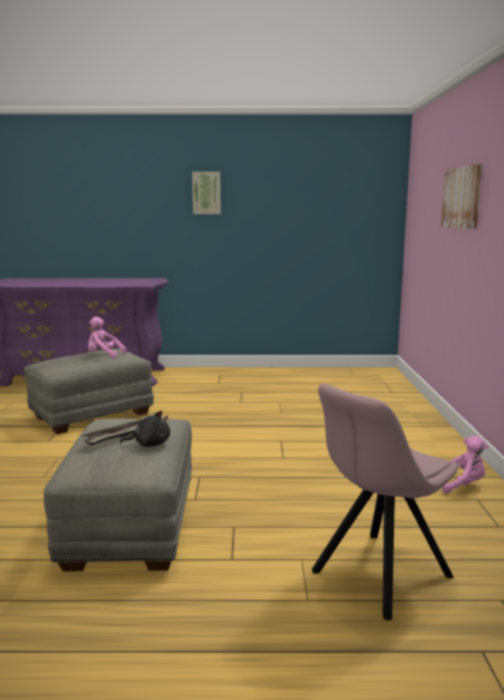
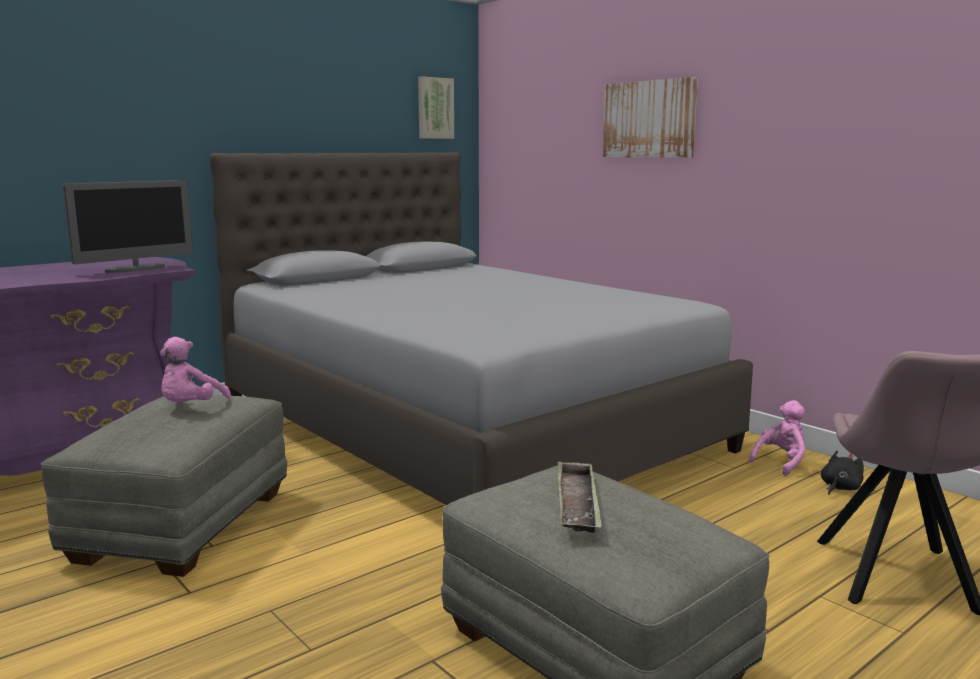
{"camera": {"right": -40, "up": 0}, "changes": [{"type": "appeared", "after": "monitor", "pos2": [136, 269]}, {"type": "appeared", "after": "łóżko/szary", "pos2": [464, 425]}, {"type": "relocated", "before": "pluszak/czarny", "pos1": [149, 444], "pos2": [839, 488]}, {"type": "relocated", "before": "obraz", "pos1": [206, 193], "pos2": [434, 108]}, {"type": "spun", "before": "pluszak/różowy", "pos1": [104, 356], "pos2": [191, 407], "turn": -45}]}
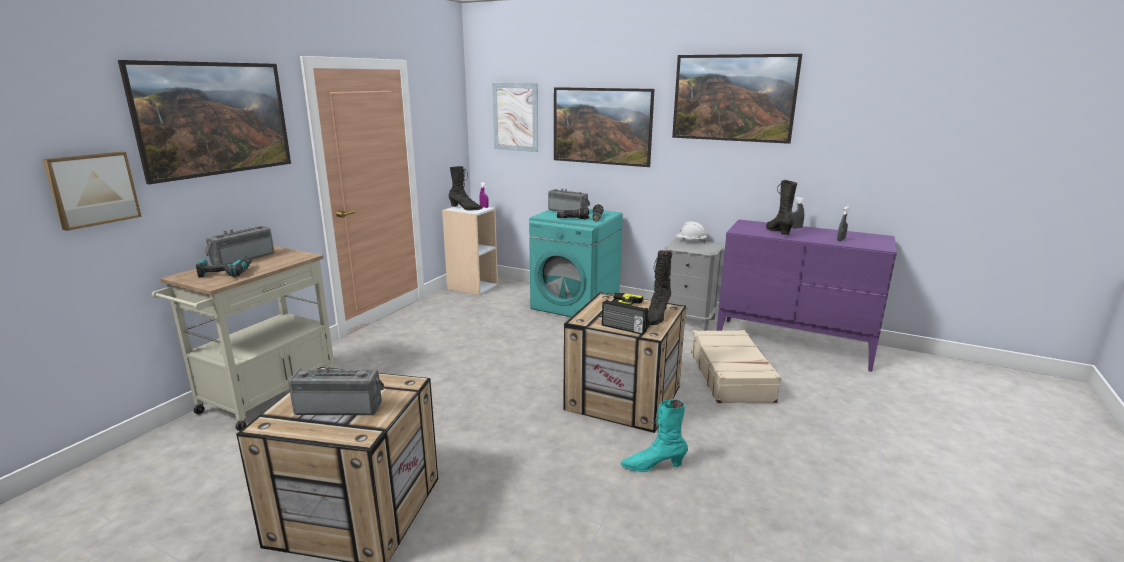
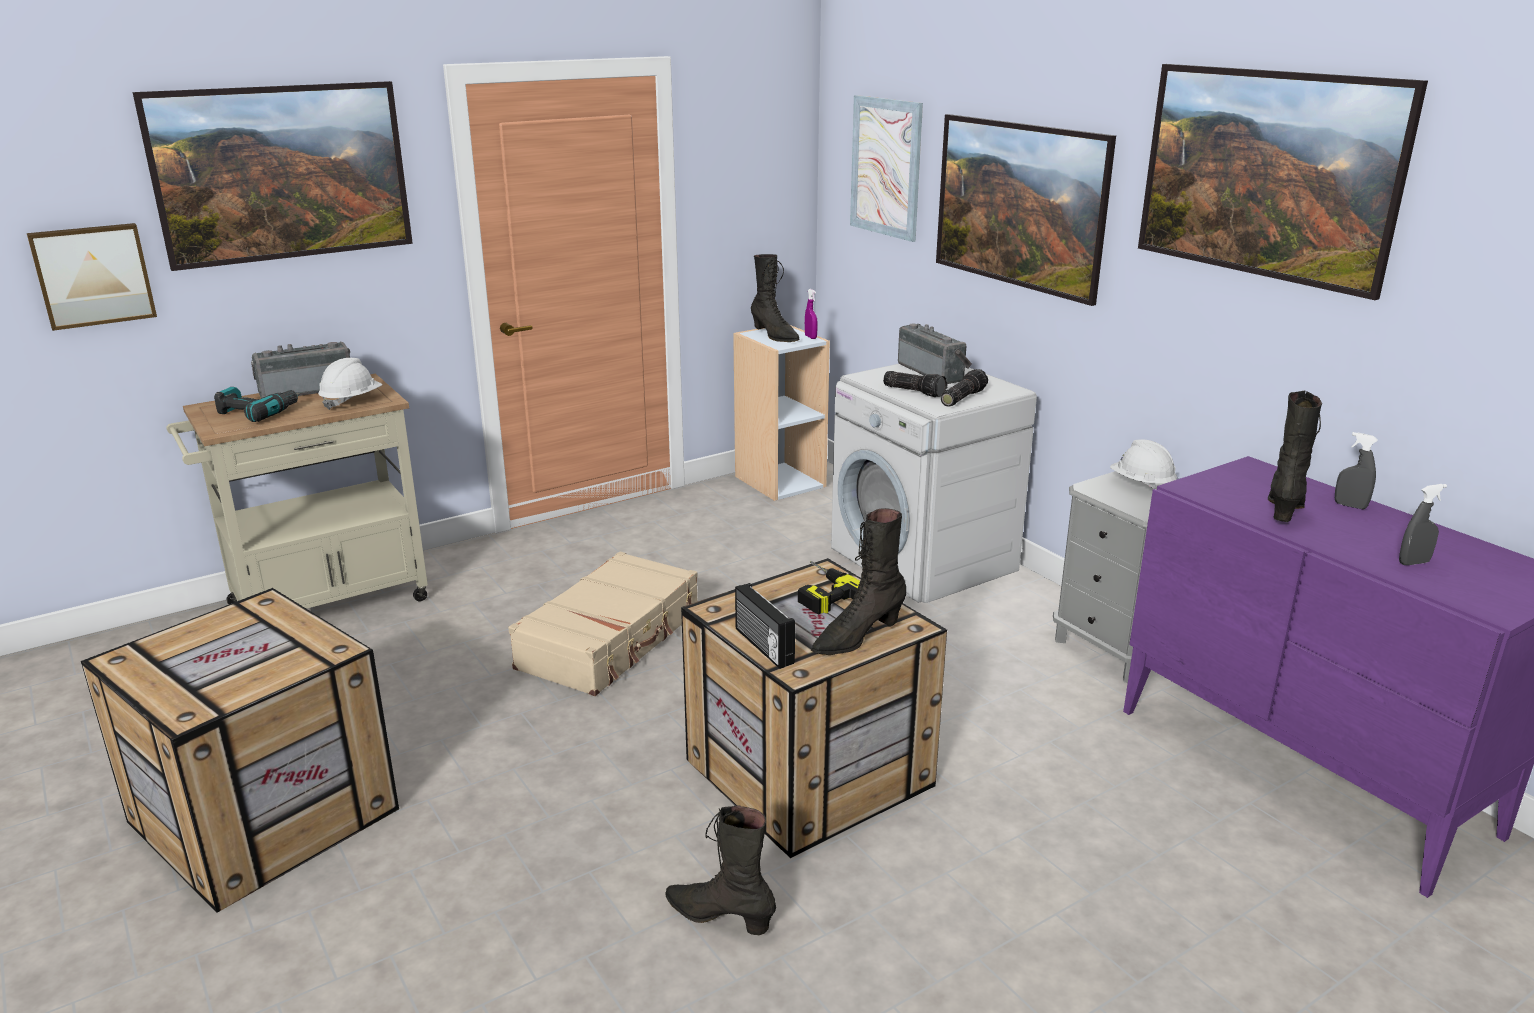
{"camera": {"right": 30, "up": 5}, "changes": [{"type": "missing", "before": "radio", "pos1": [340, 407]}, {"type": "appeared", "after": "kask/biały", "pos2": [351, 401]}, {"type": "relocated", "before": "walizka/beżowy", "pos1": [731, 376], "pos2": [611, 640]}, {"type": "colour", "before": "pralka/turkusowy", "after": "pralka/biały", "pos1": [574, 305], "pos2": [921, 560]}, {"type": "colour", "before": "but z cholewką/turkusowy", "after": "but z cholewką/czarny", "pos1": [653, 466], "pos2": [720, 917]}]}
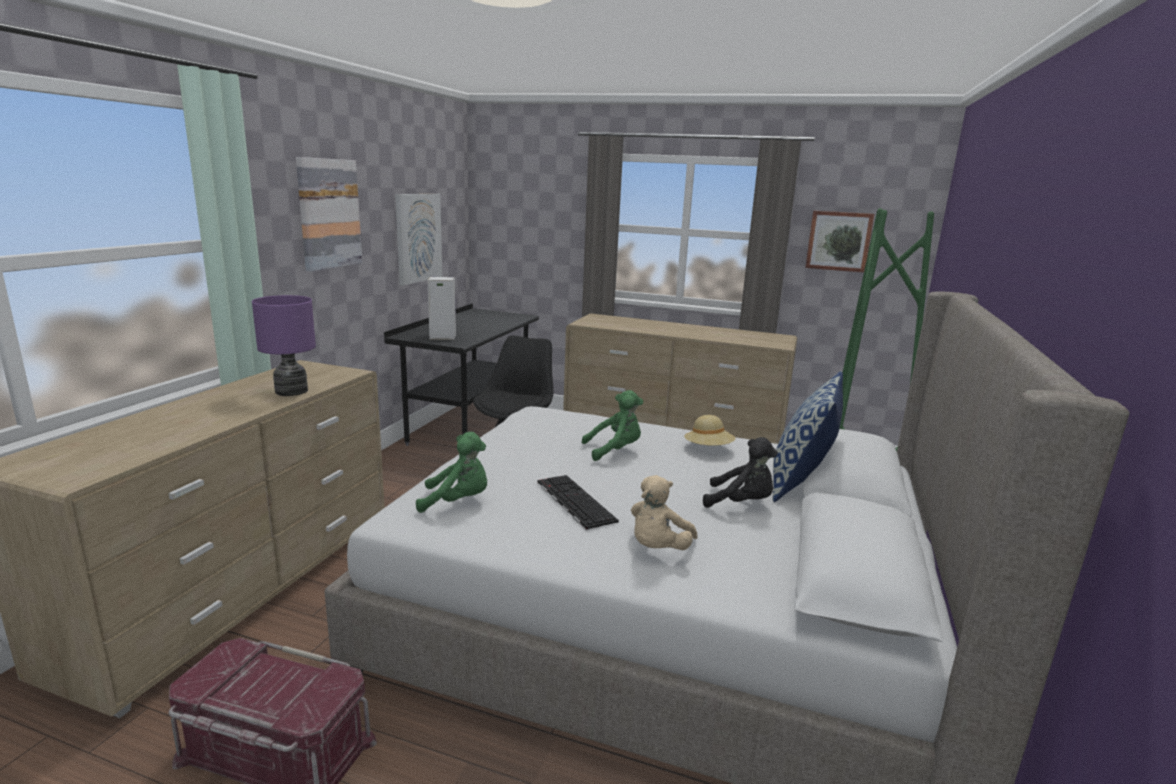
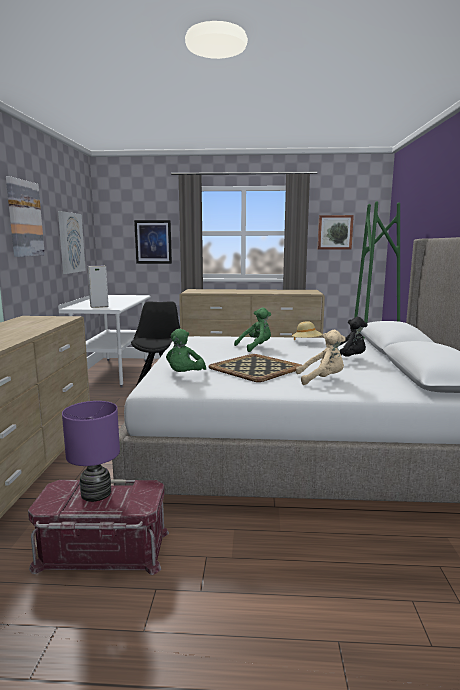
{"camera": {"right": -15, "up": -5}, "changes": [{"type": "missing", "before": "poduszka", "pos1": [800, 483]}, {"type": "appeared", "after": "obraz", "pos2": [153, 242]}, {"type": "relocated", "before": "lampa stołowa/fioletowy", "pos1": [292, 391], "pos2": [96, 493]}, {"type": "exchanged", "before": "klawiatura", "after": "taca", "pos1": [573, 501], "pos2": [254, 368]}, {"type": "colour", "before": "biurko/czarny", "after": "biurko/biały", "pos1": [469, 427], "pos2": [113, 372]}, {"type": "spun", "before": "pluszak/zielony", "pos1": [458, 501], "pos2": [184, 376], "turn": 120}, {"type": "spun", "before": "pluszak/beżowy", "pos1": [658, 548], "pos2": [322, 379], "turn": -105}]}
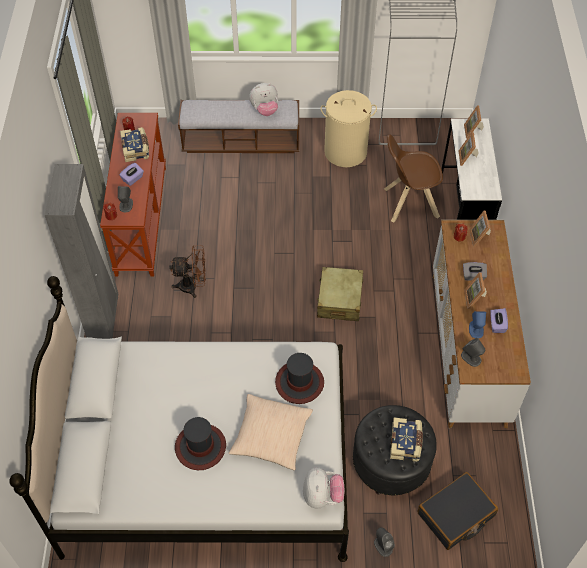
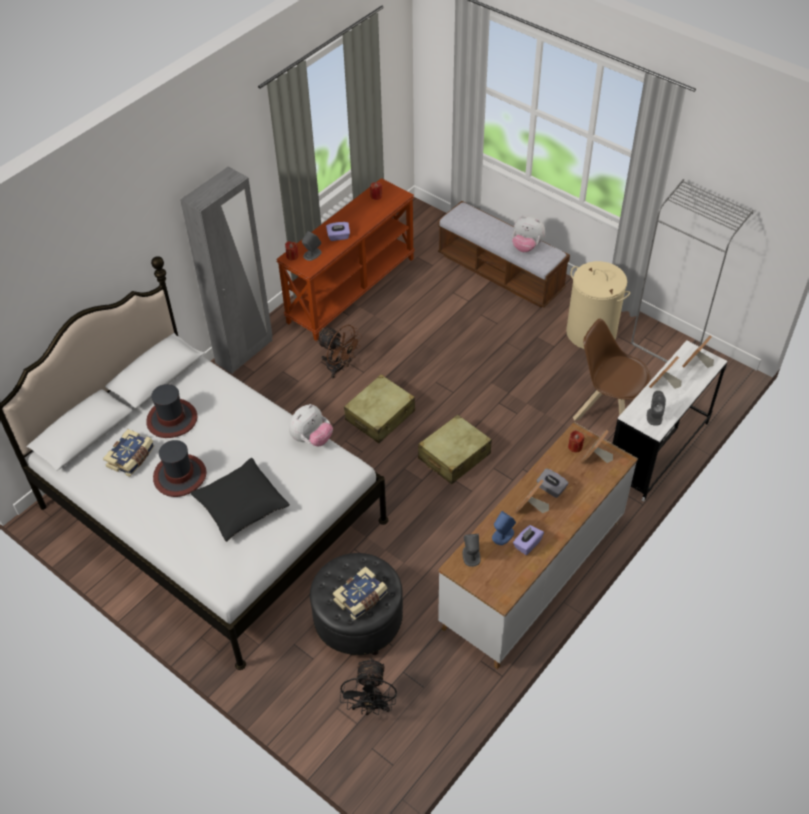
{"camera": {"right": 40, "up": -5}, "changes": [{"type": "appeared", "after": "walizka/beżowy", "pos2": [380, 415]}, {"type": "relocated", "before": "książka", "pos1": [136, 149], "pos2": [132, 458]}, {"type": "relocated", "before": "kapelusz", "pos1": [299, 383], "pos2": [171, 419]}, {"type": "relocated", "before": "pluszak", "pos1": [322, 496], "pos2": [311, 439]}, {"type": "relocated", "before": "głośnik/szary", "pos1": [383, 546], "pos2": [654, 416]}, {"type": "exchanged", "before": "walizka/czarny", "after": "wentylator/czarny", "pos1": [456, 515], "pos2": [371, 706]}, {"type": "colour", "before": "poduszka/beżowy", "after": "poduszka/czarny", "pos1": [271, 436], "pos2": [241, 506]}]}
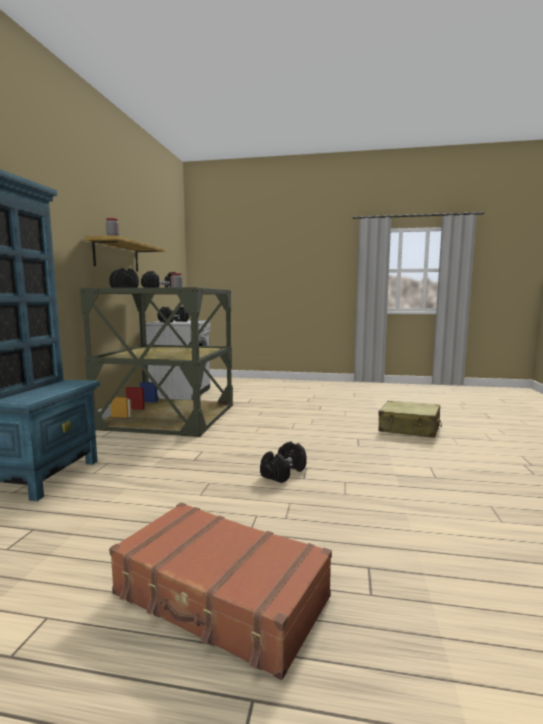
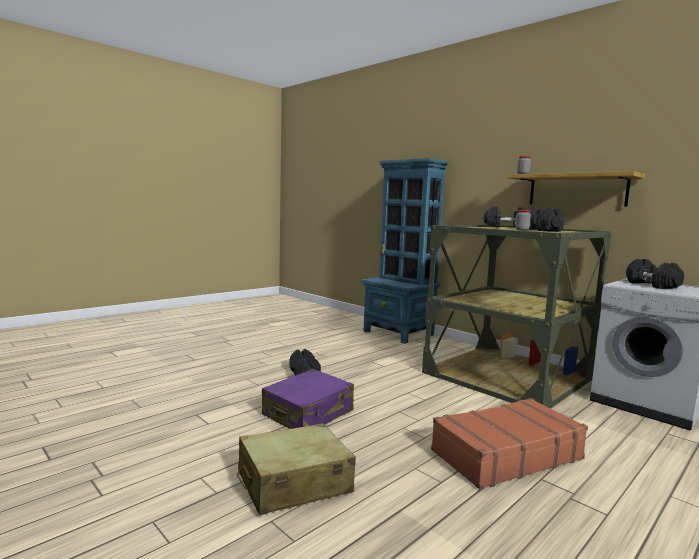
{"camera": {"right": 125, "up": 0}, "changes": [{"type": "appeared", "after": "walizka/fioletowy", "pos2": [308, 413]}, {"type": "relocated", "before": "walizka/brązowy", "pos1": [220, 597], "pos2": [505, 454]}]}
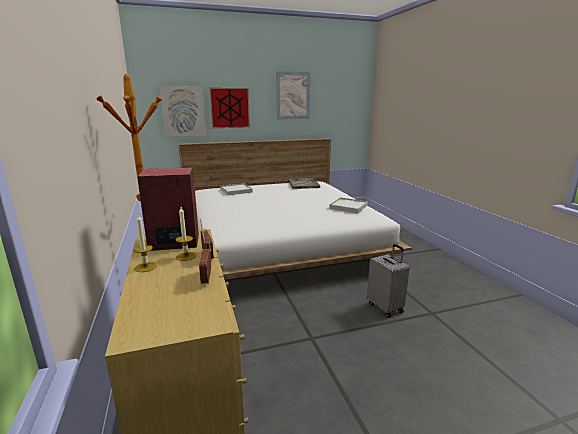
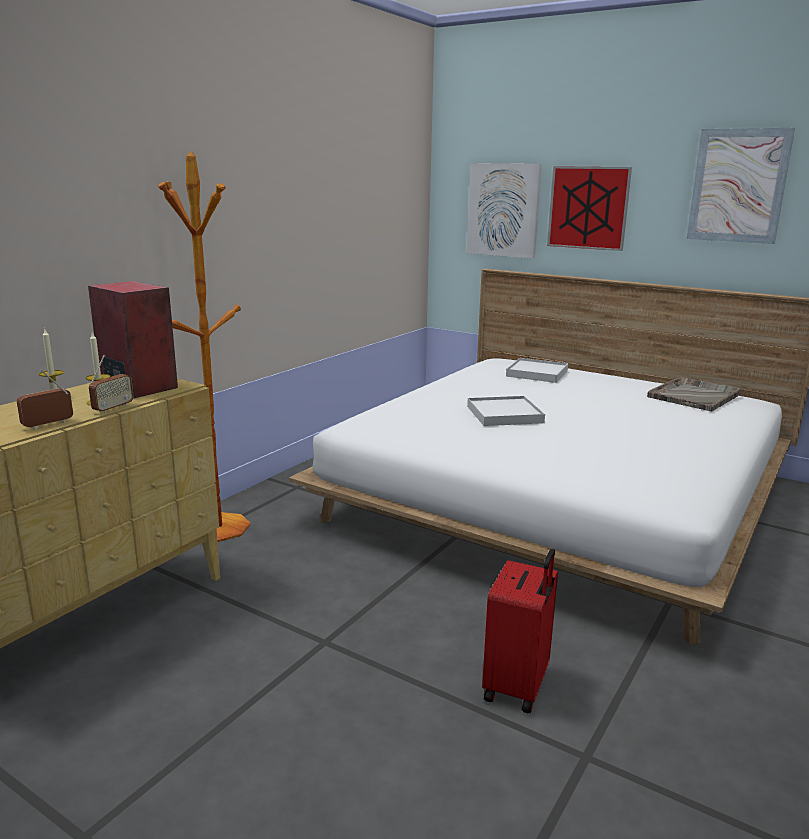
{"camera": {"right": 50, "up": 0}, "changes": [{"type": "relocated", "before": "taca/biały", "pos1": [348, 207], "pos2": [504, 414]}, {"type": "colour", "before": "walizka/szary", "after": "walizka/czerwony", "pos1": [385, 307], "pos2": [518, 686]}]}
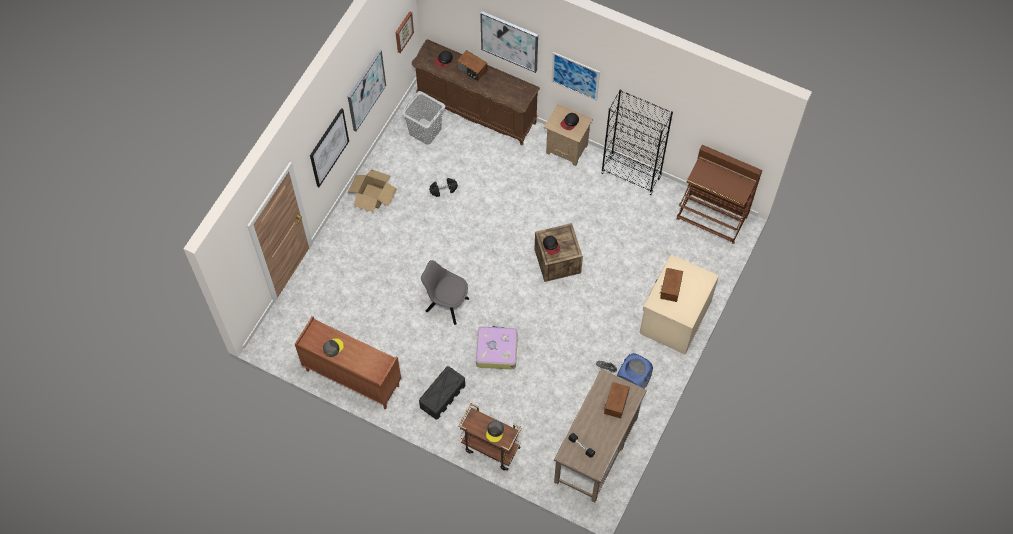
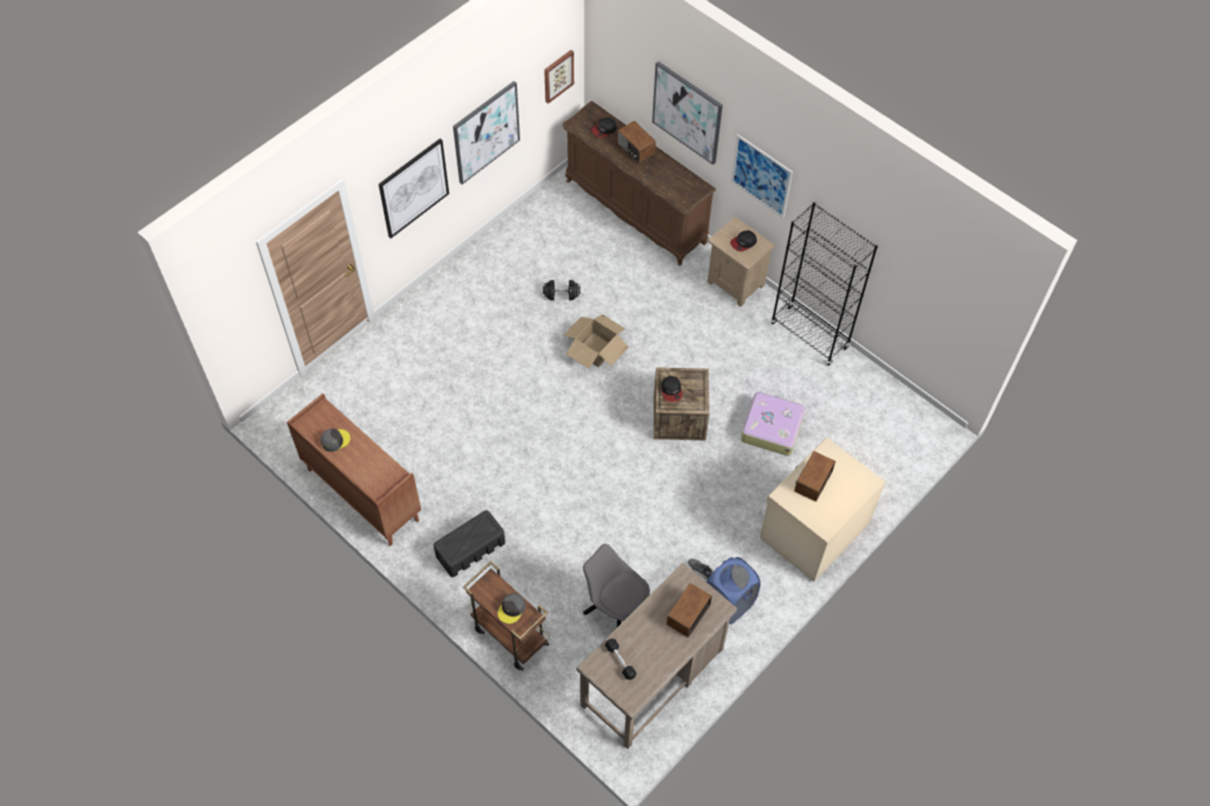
{"camera": {"right": 15, "up": -5}, "changes": [{"type": "missing", "before": "kosz na pranie/szary", "pos1": [425, 131]}, {"type": "missing", "before": "regał na buty/brązowy", "pos1": [711, 219]}, {"type": "relocated", "before": "karton", "pos1": [373, 196], "pos2": [596, 349]}, {"type": "relocated", "before": "krzesło/szary", "pos1": [446, 305], "pos2": [615, 612]}, {"type": "relocated", "before": "walizka", "pos1": [496, 350], "pos2": [771, 428]}]}
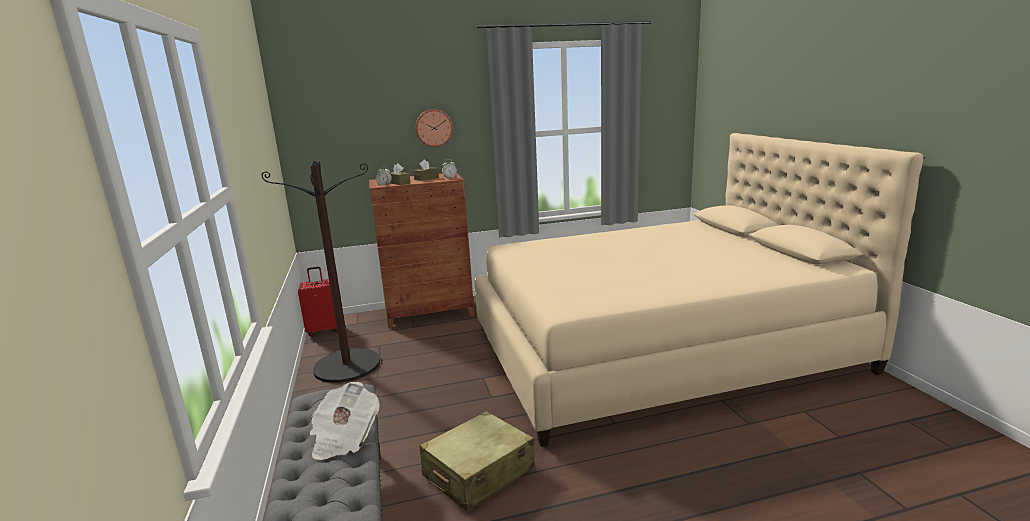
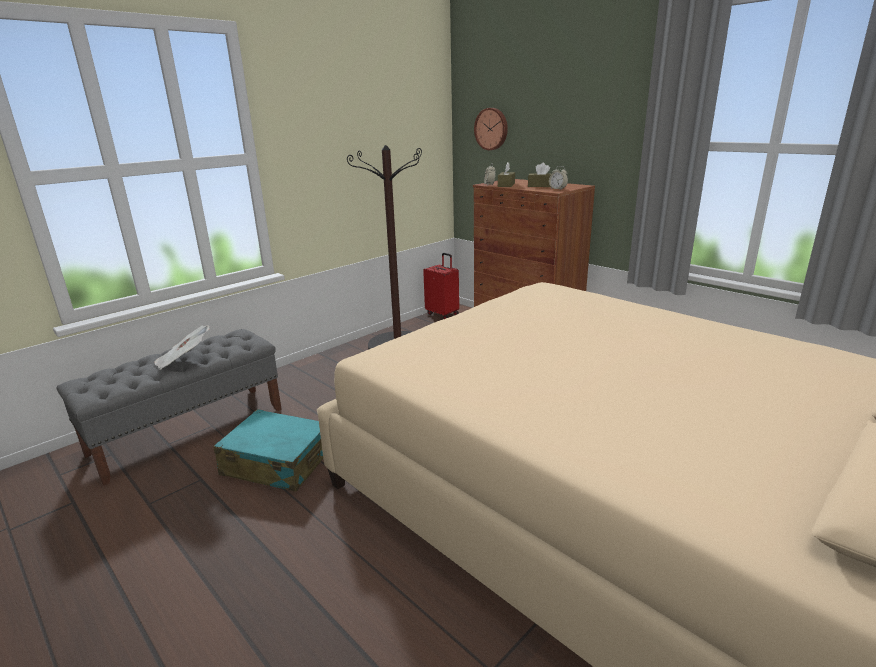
{"camera": {"right": 60, "up": 5}, "changes": [{"type": "relocated", "before": "zegar ścienny", "pos1": [433, 128], "pos2": [492, 129]}, {"type": "colour", "before": "walizka/beżowy", "after": "walizka/turkusowy", "pos1": [478, 473], "pos2": [277, 463]}]}
